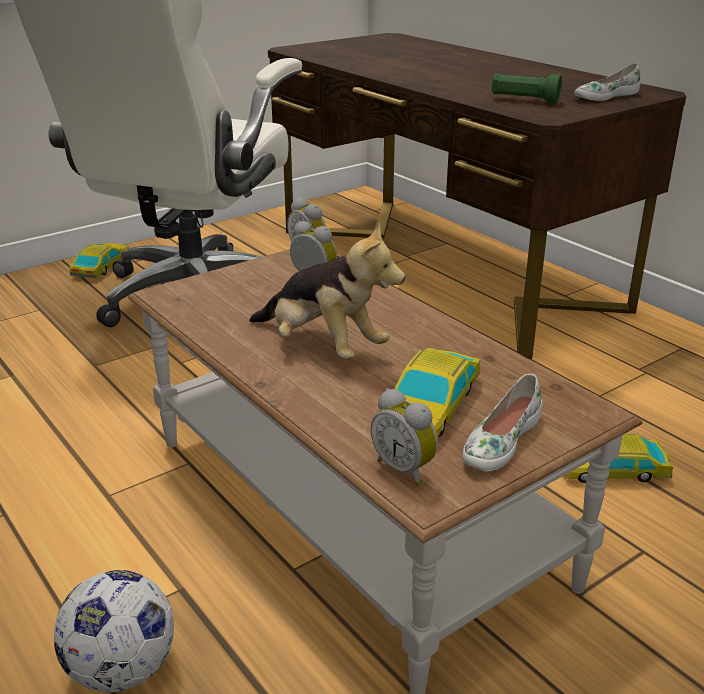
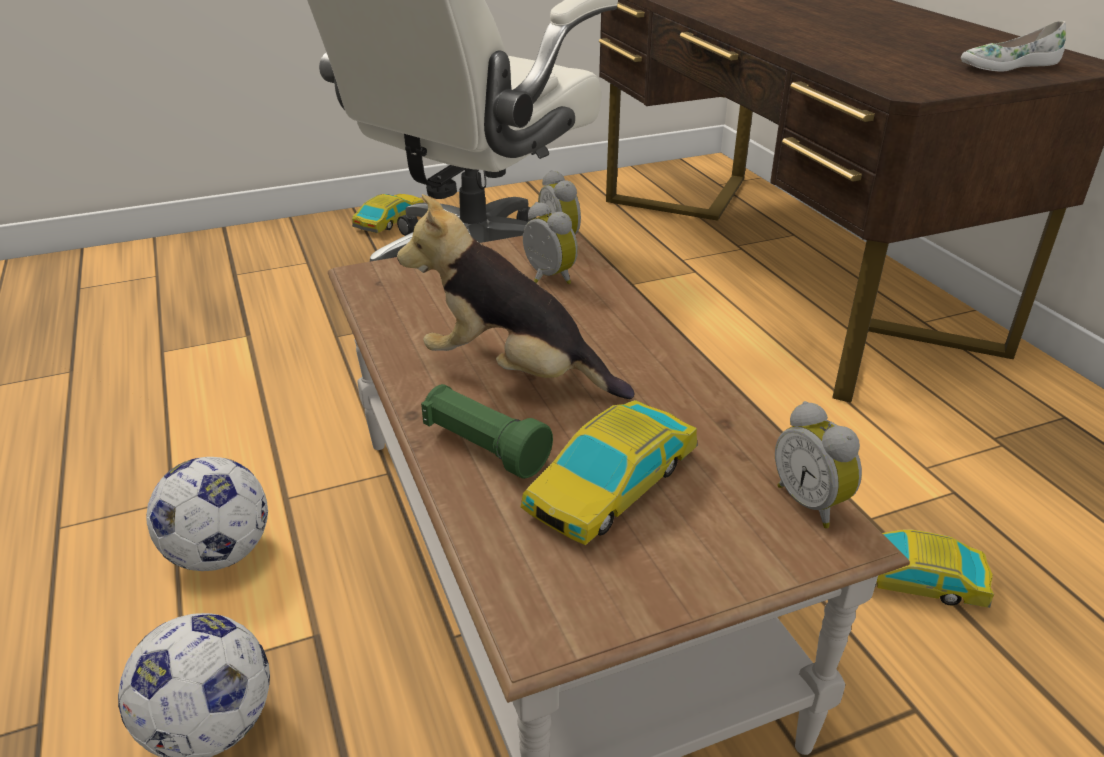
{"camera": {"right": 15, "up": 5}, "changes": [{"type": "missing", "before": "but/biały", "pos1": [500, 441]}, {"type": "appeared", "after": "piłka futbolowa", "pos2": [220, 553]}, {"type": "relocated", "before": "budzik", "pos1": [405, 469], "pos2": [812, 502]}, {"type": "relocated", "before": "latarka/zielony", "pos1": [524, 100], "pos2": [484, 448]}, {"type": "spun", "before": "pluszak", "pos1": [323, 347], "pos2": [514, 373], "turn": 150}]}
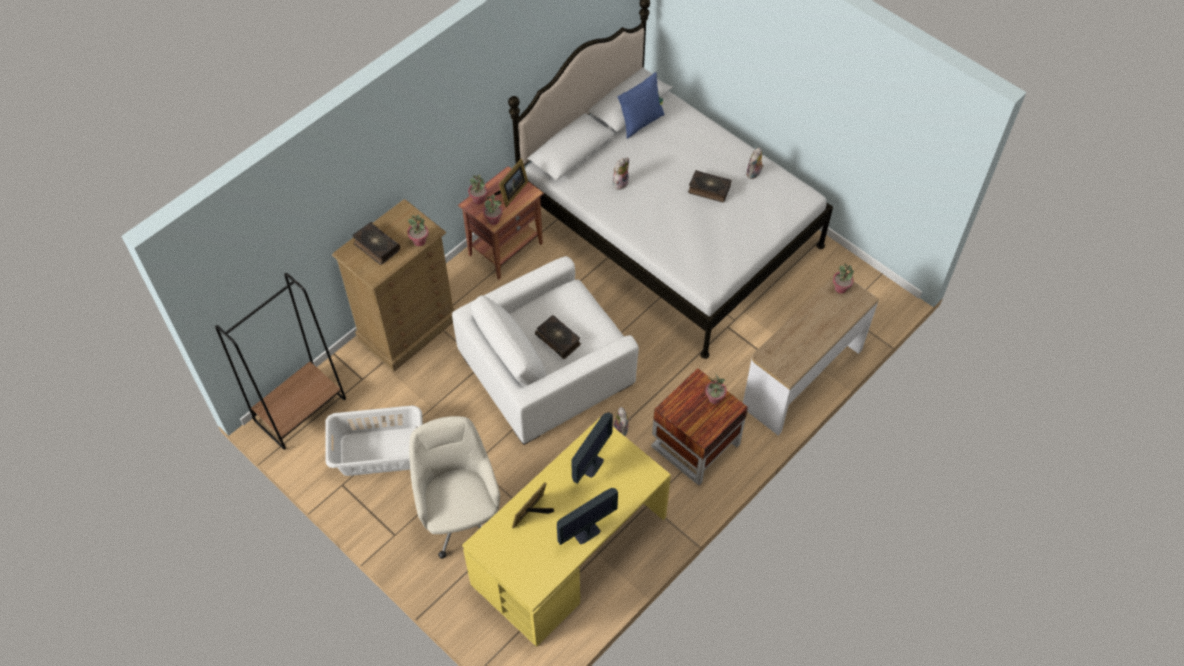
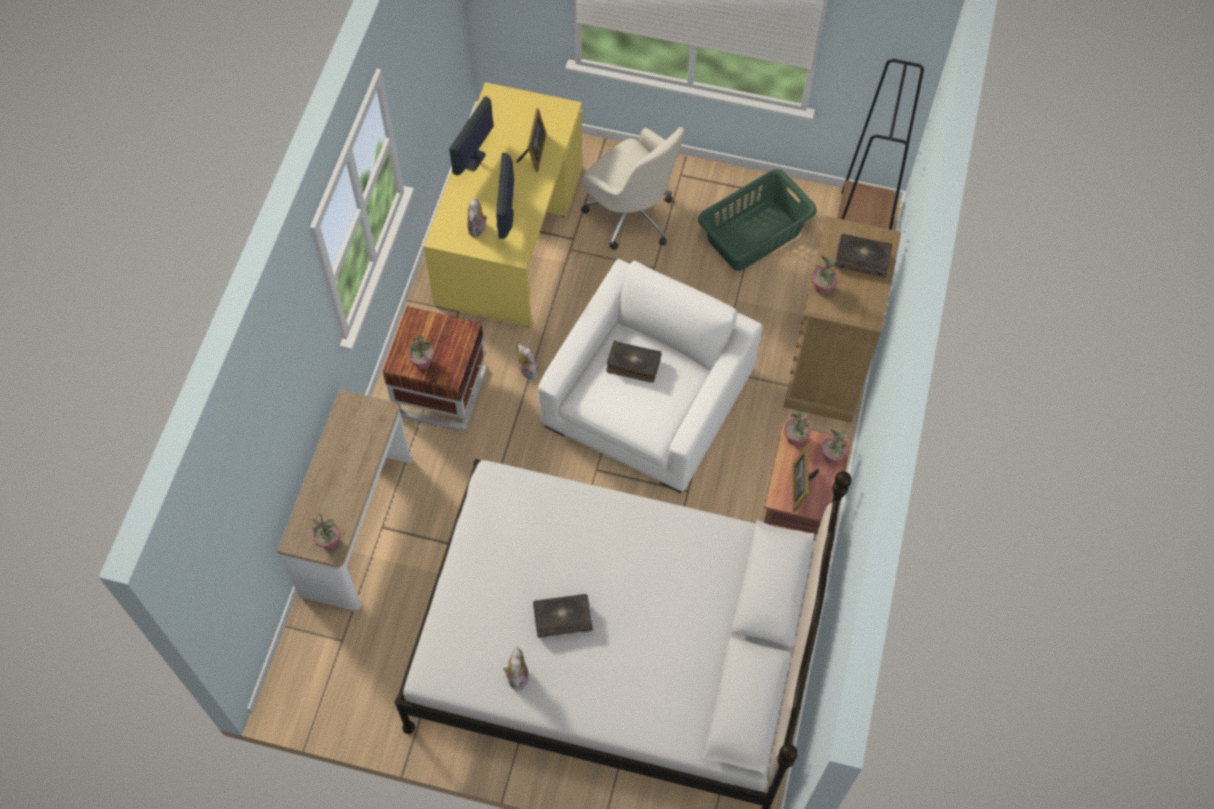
{"camera": {"right": 150, "up": 5}, "changes": [{"type": "missing", "before": "poduszka/niebieski", "pos1": [640, 122]}, {"type": "relocated", "before": "pluszak", "pos1": [620, 182], "pos2": [478, 229]}, {"type": "colour", "before": "kosz na pranie/biały", "after": "kosz na pranie/zielony", "pos1": [378, 451], "pos2": [754, 235]}]}
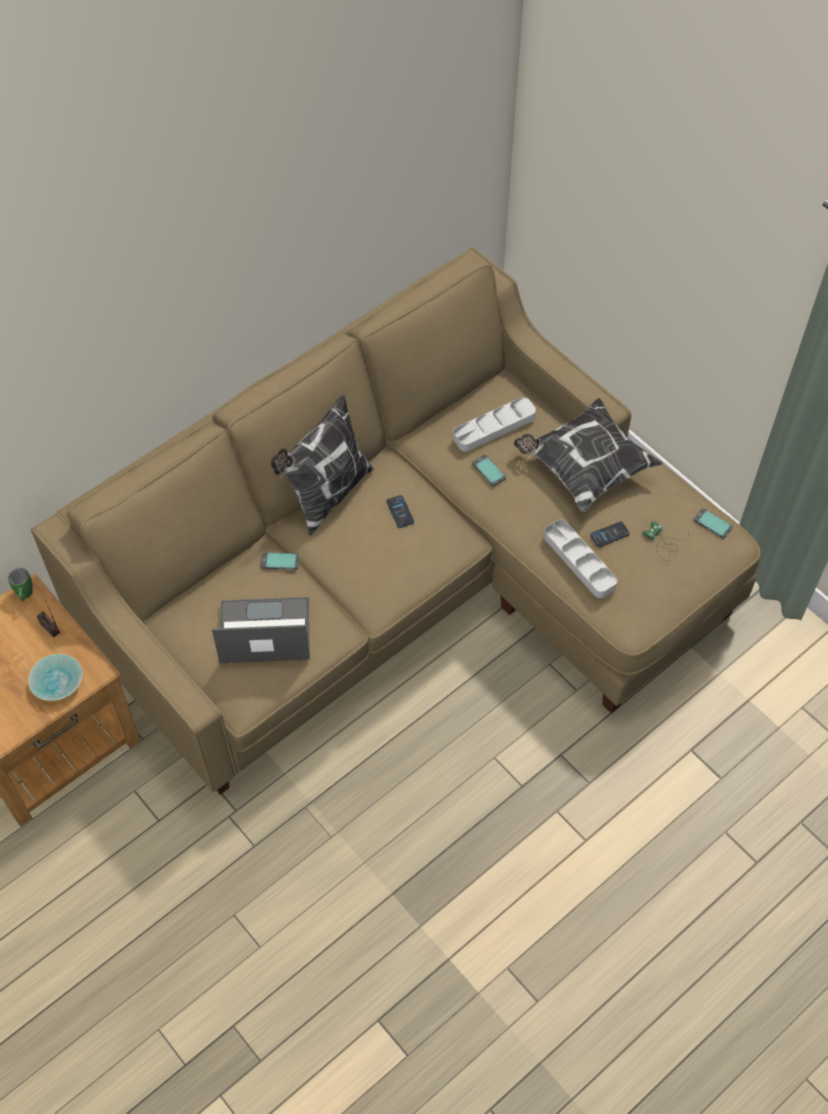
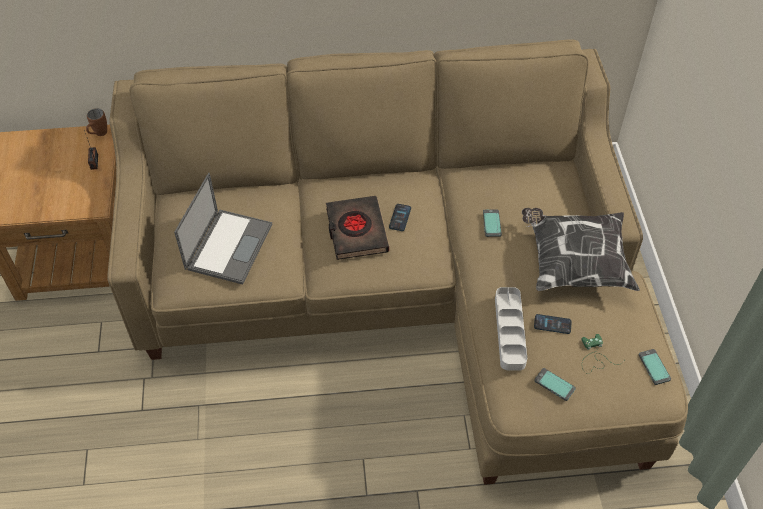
{"camera": {"right": 35, "up": -5}, "changes": [{"type": "missing", "before": "miska/turkusowy", "pos1": [56, 683]}, {"type": "missing", "before": "poduszka", "pos1": [327, 495]}, {"type": "missing", "before": "taca/szary", "pos1": [494, 427]}, {"type": "appeared", "after": "książka/czarny", "pos2": [356, 231]}, {"type": "relocated", "before": "telefon", "pos1": [280, 562], "pos2": [554, 385]}, {"type": "colour", "before": "kubek/zielony", "after": "kubek/brązowy", "pos1": [25, 596], "pos2": [98, 134]}, {"type": "spun", "before": "laptop", "pos1": [263, 631], "pos2": [229, 245], "turn": 75}]}
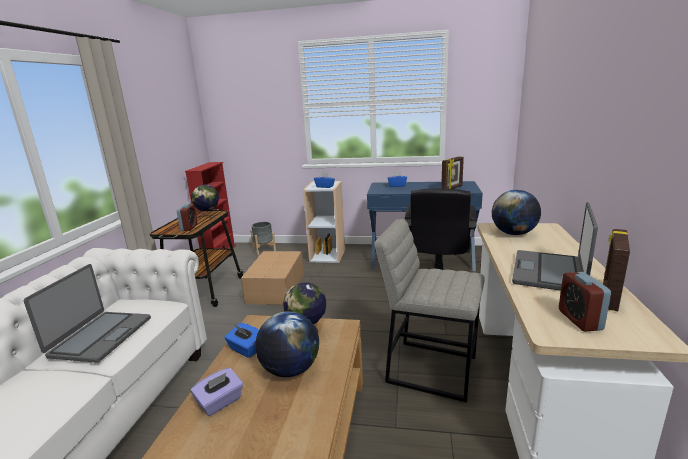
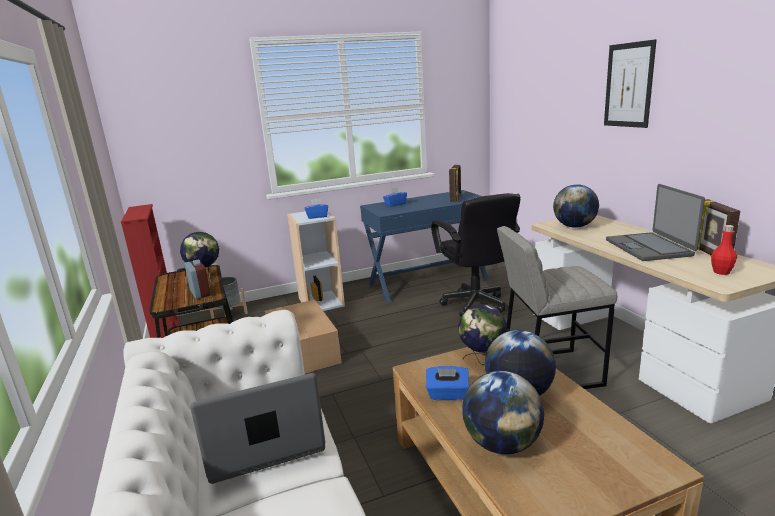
{"camera": {"right": -30, "up": 0}, "changes": [{"type": "appeared", "after": "obraz", "pos2": [628, 85]}, {"type": "exchanged", "before": "pudełko chusteczek/fioletowy", "after": "globus", "pos1": [220, 402], "pos2": [502, 444]}, {"type": "exchanged", "before": "budzik", "after": "butelka/czerwony", "pos1": [580, 320], "pos2": [721, 272]}, {"type": "spun", "before": "laptop", "pos1": [100, 337], "pos2": [265, 443], "turn": -90}]}
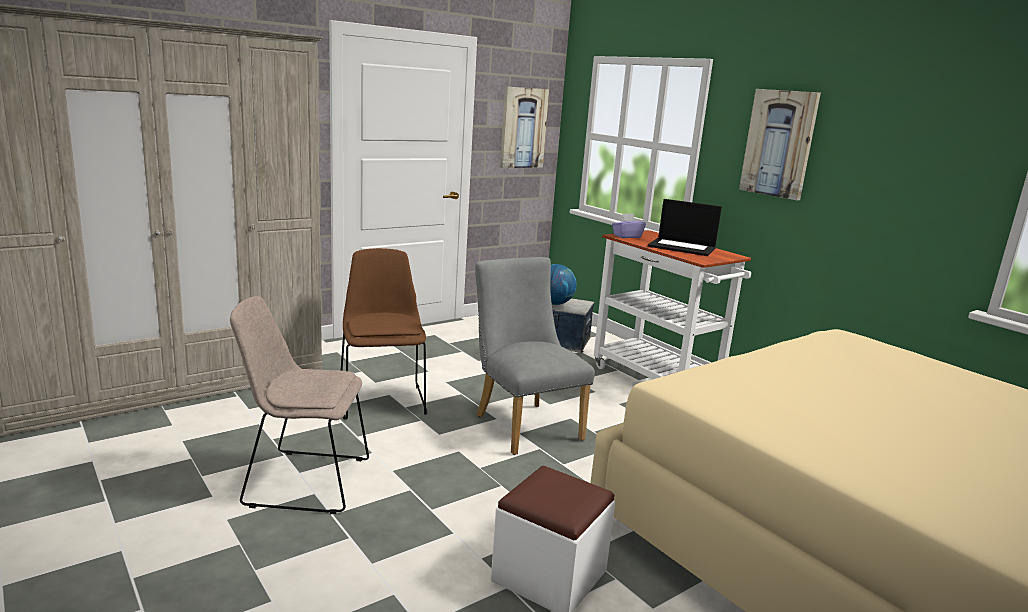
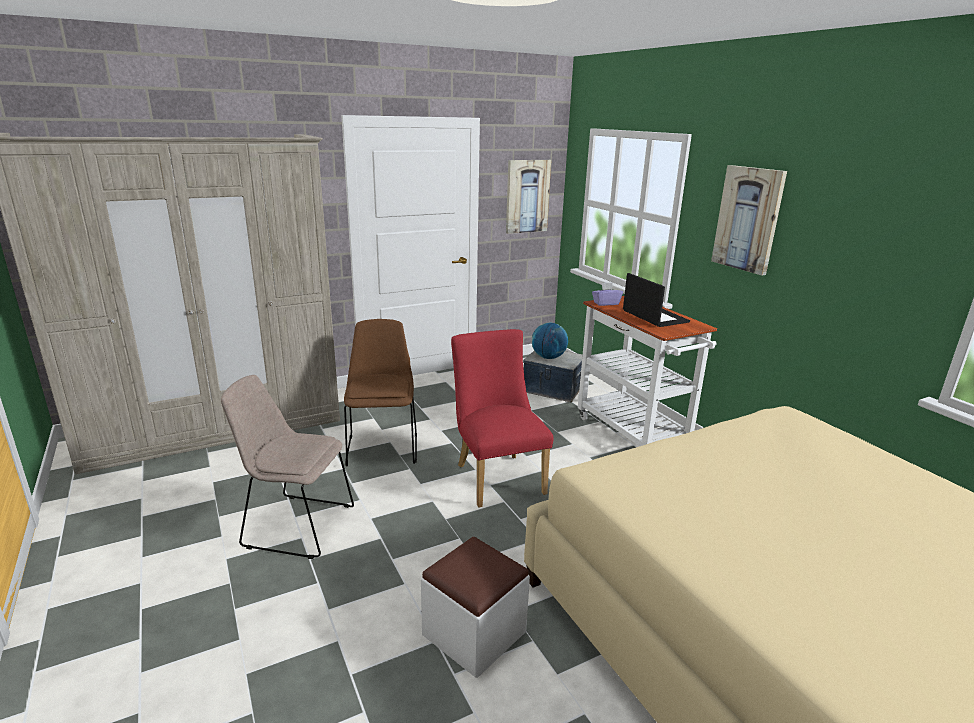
{"camera": {"right": 10, "up": 5}, "changes": [{"type": "colour", "before": "krzesło/szary", "after": "krzesło/czerwony", "pos1": [523, 424], "pos2": [497, 476]}, {"type": "spun", "before": "laptop", "pos1": [682, 247], "pos2": [654, 316], "turn": -150}]}
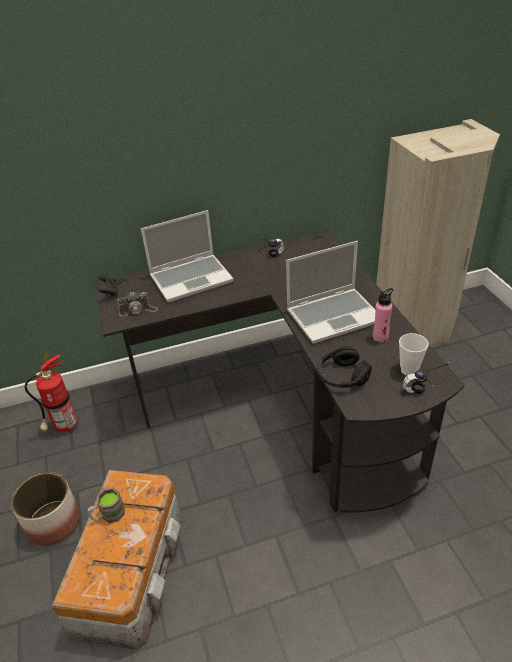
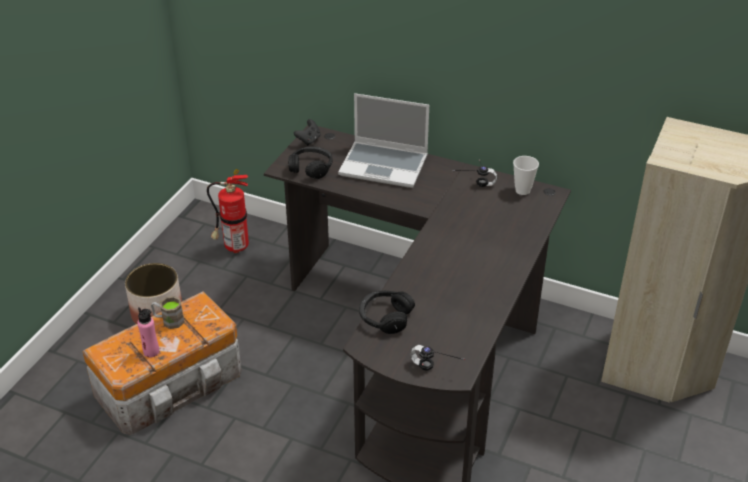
{"camera": {"right": 40, "up": 0}, "changes": [{"type": "missing", "before": "laptop", "pos1": [334, 315]}, {"type": "relocated", "before": "butelka/różowy", "pos1": [380, 337], "pos2": [151, 351]}, {"type": "relocated", "before": "filiżanka", "pos1": [409, 370], "pos2": [522, 190]}, {"type": "exchanged", "before": "aparat fotograficzny", "after": "słuchawki/czarny", "pos1": [138, 309], "pos2": [311, 168]}]}
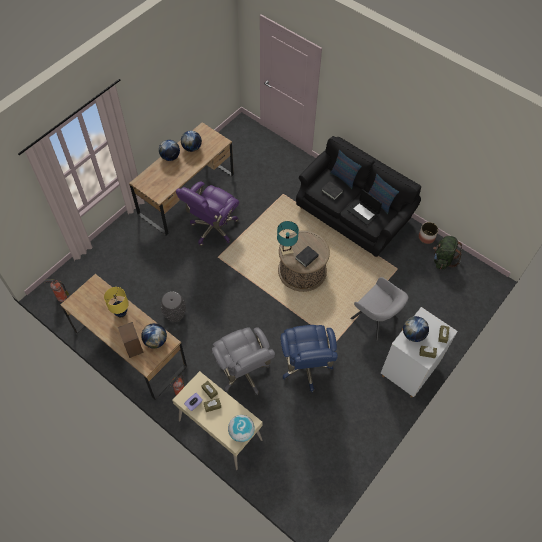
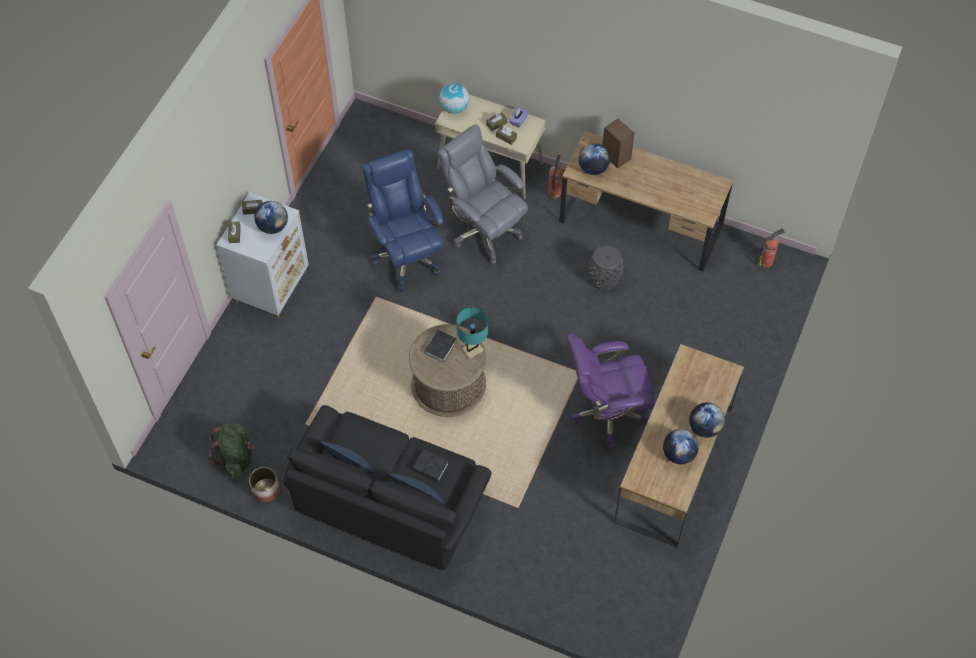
{"camera": {"right": 165, "up": 0}, "changes": [{"type": "missing", "before": "lampa stołowa/żółty", "pos1": [121, 312]}, {"type": "missing", "before": "laptop", "pos1": [363, 212]}, {"type": "missing", "before": "fotel/szary", "pos1": [375, 320]}, {"type": "spun", "before": "krzesło biurowe/fioletowy", "pos1": [212, 229], "pos2": [606, 413], "turn": -120}]}
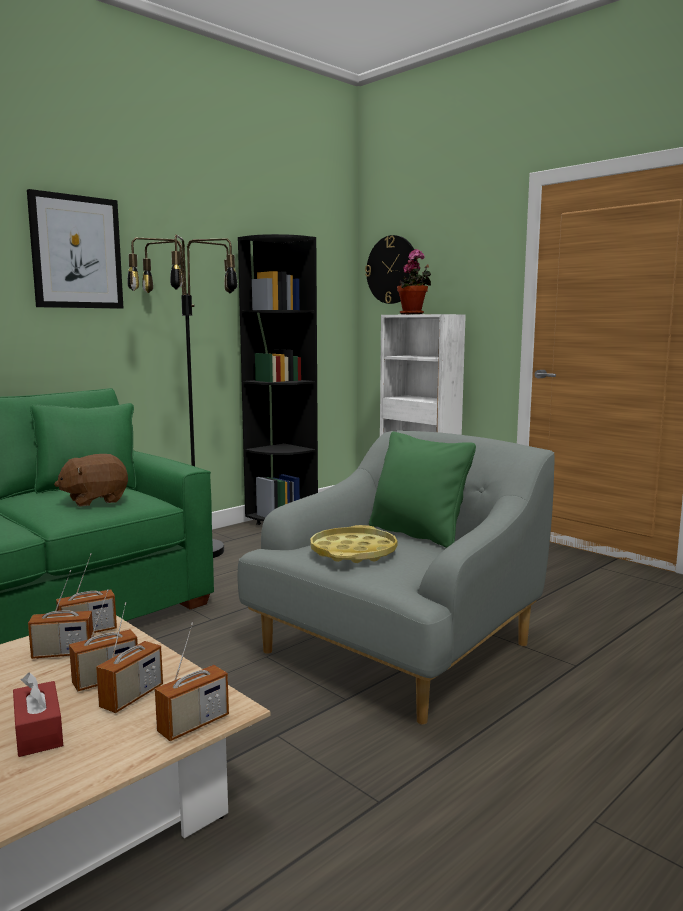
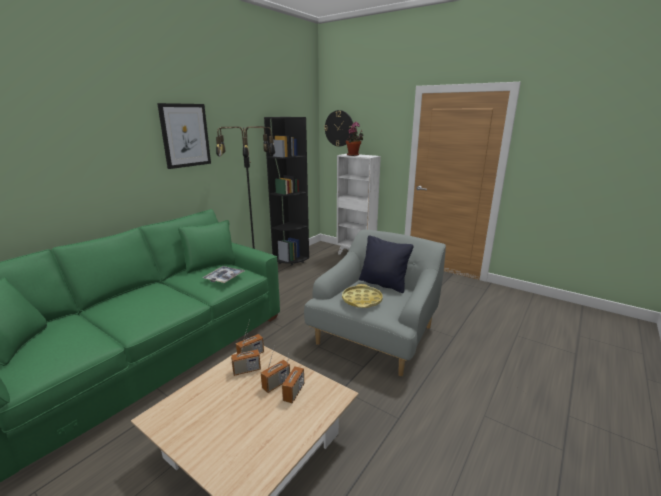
{"camera": {"right": -10, "up": 10}, "changes": [{"type": "missing", "before": "pudełko chusteczek/czerwony", "pos1": [38, 731]}, {"type": "missing", "before": "radio", "pos1": [193, 724]}, {"type": "exchanged", "before": "pluszak/brązowy", "after": "taca", "pos1": [95, 500], "pos2": [224, 278]}, {"type": "colour", "before": "poduszka/zielony", "after": "poduszka/czarny", "pos1": [417, 534], "pos2": [383, 284]}]}
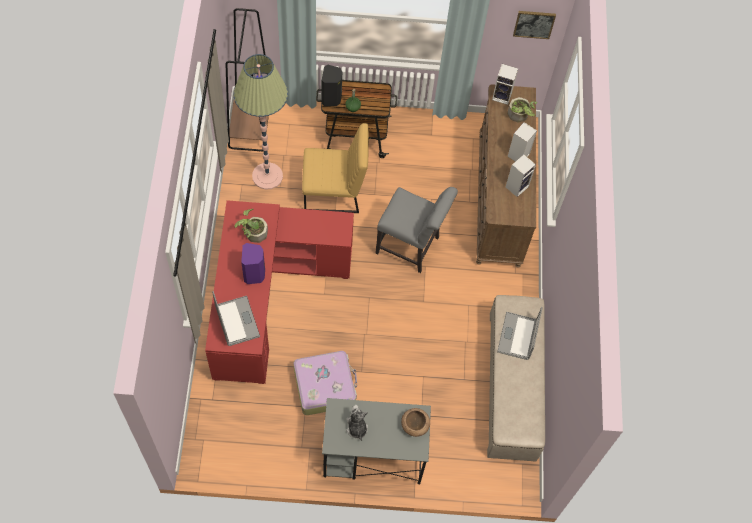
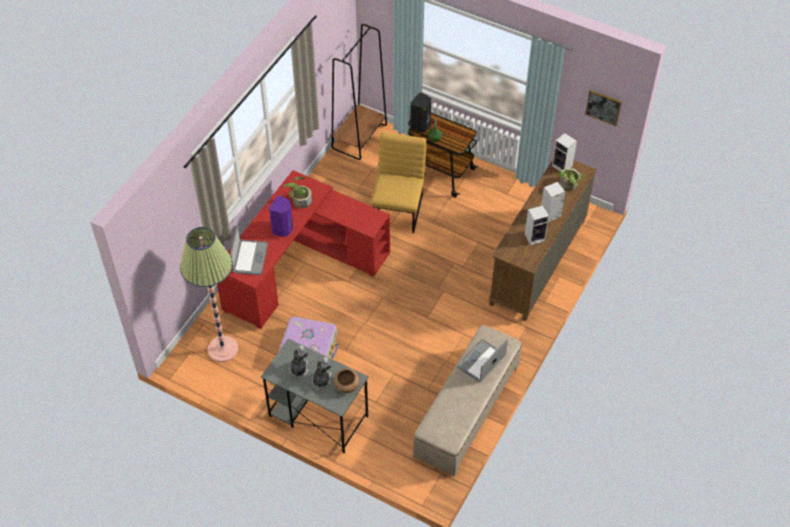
{"camera": {"right": 30, "up": -10}, "changes": [{"type": "missing", "before": "krzesło/szary", "pos1": [411, 247]}, {"type": "appeared", "after": "pluszak", "pos2": [321, 380]}, {"type": "relocated", "before": "lampa stojąca", "pos1": [267, 176], "pos2": [223, 349]}, {"type": "spun", "before": "krzesło/żółty", "pos1": [334, 193], "pos2": [398, 210], "turn": -105}]}
